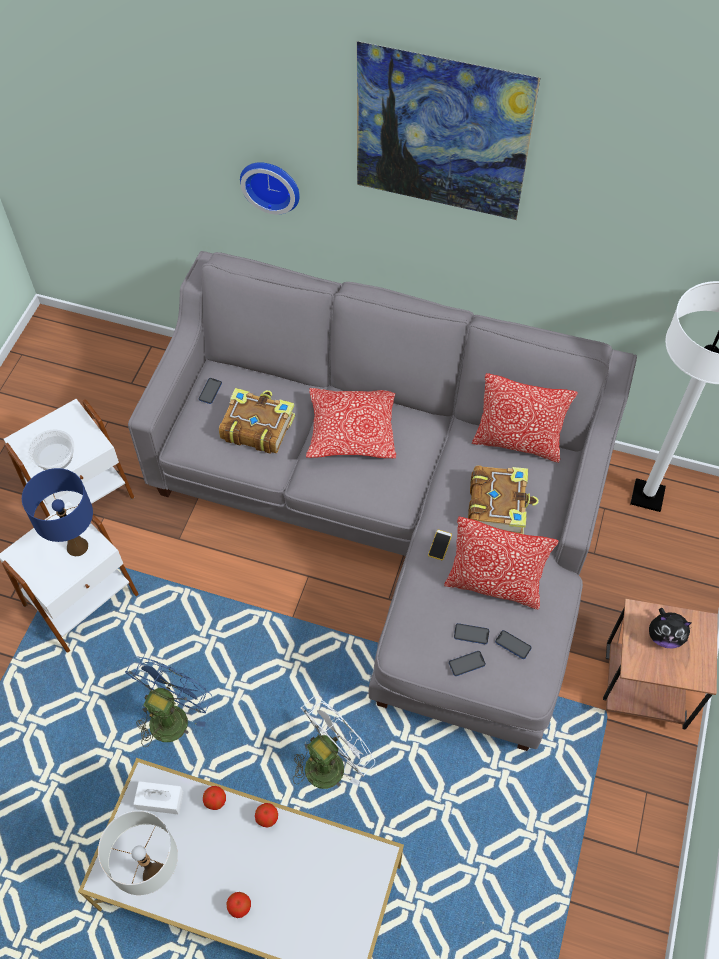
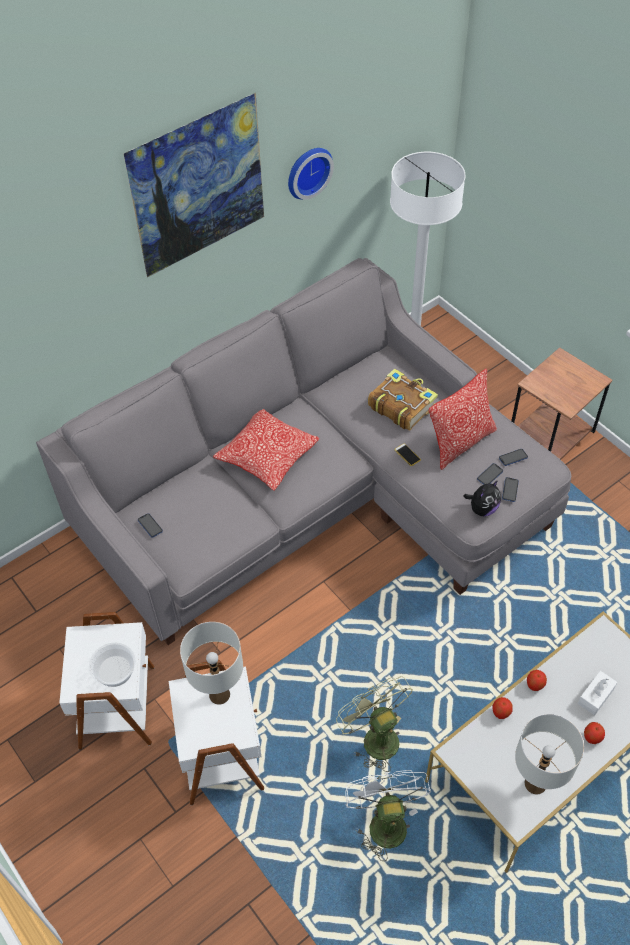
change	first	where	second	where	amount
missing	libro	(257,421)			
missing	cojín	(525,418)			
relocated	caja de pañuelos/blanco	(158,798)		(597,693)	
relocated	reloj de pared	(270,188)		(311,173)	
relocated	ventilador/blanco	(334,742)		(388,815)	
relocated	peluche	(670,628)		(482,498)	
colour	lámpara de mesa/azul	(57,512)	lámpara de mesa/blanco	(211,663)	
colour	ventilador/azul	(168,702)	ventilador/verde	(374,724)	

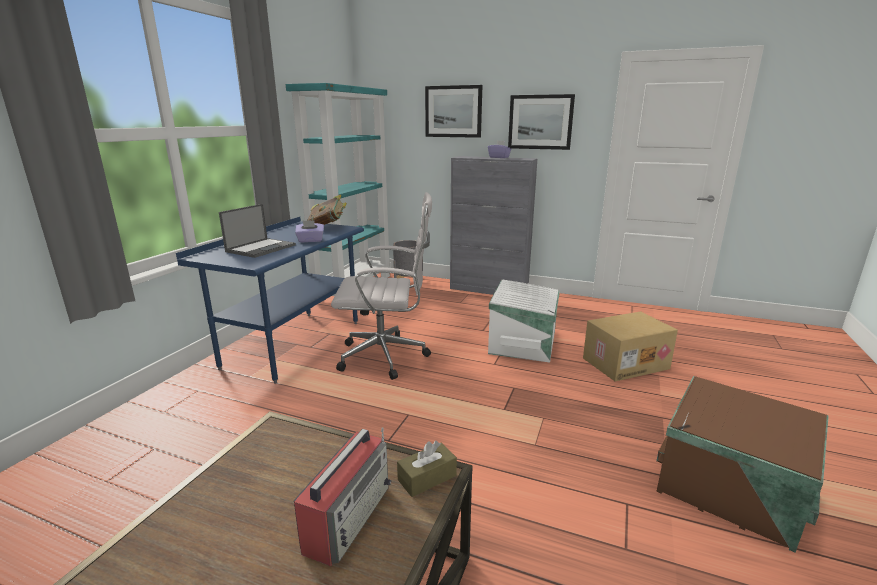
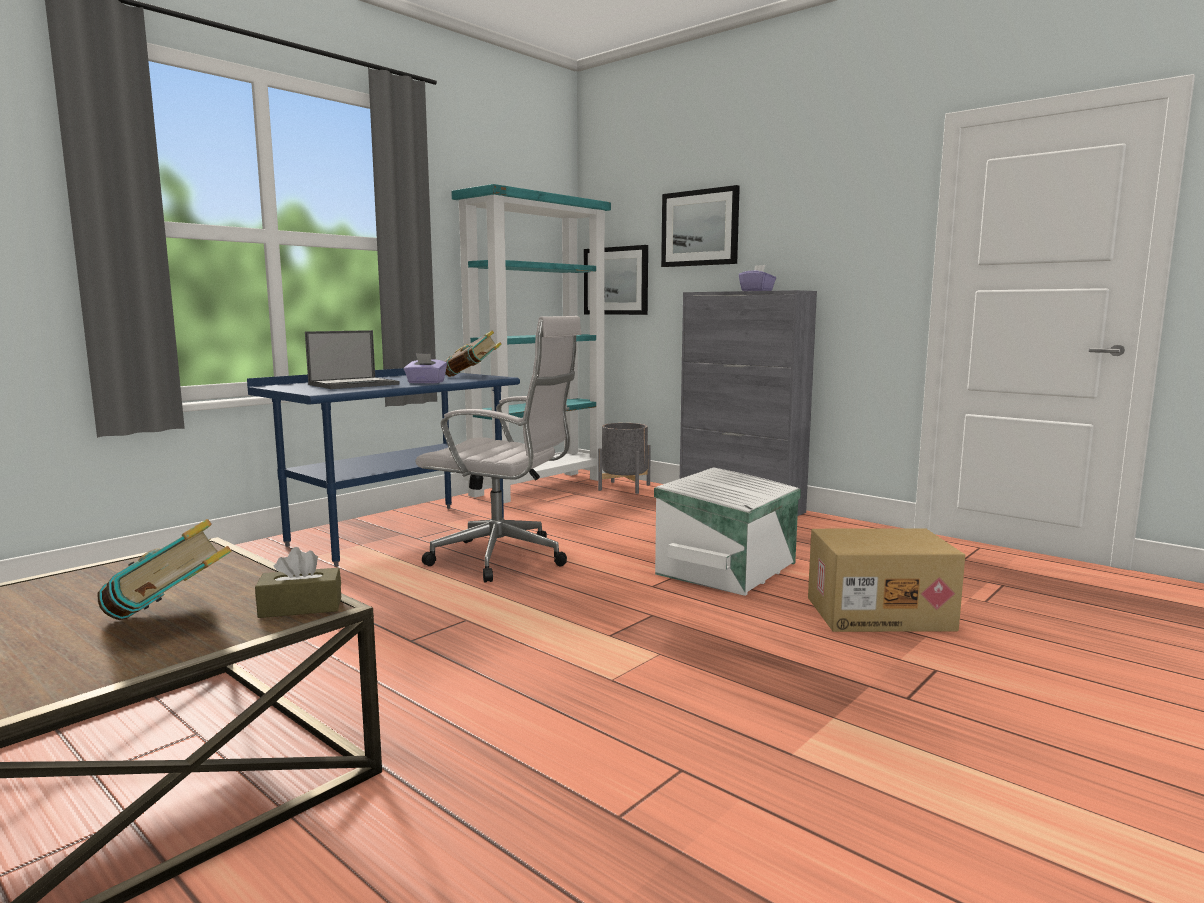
change	first	where	second	where	amount
missing	caja de almacenaje/marrón	(742,464)			
relocated	cuadro	(541,122)		(616,280)	
exchanged	radio	(343,496)	libro	(165,569)	

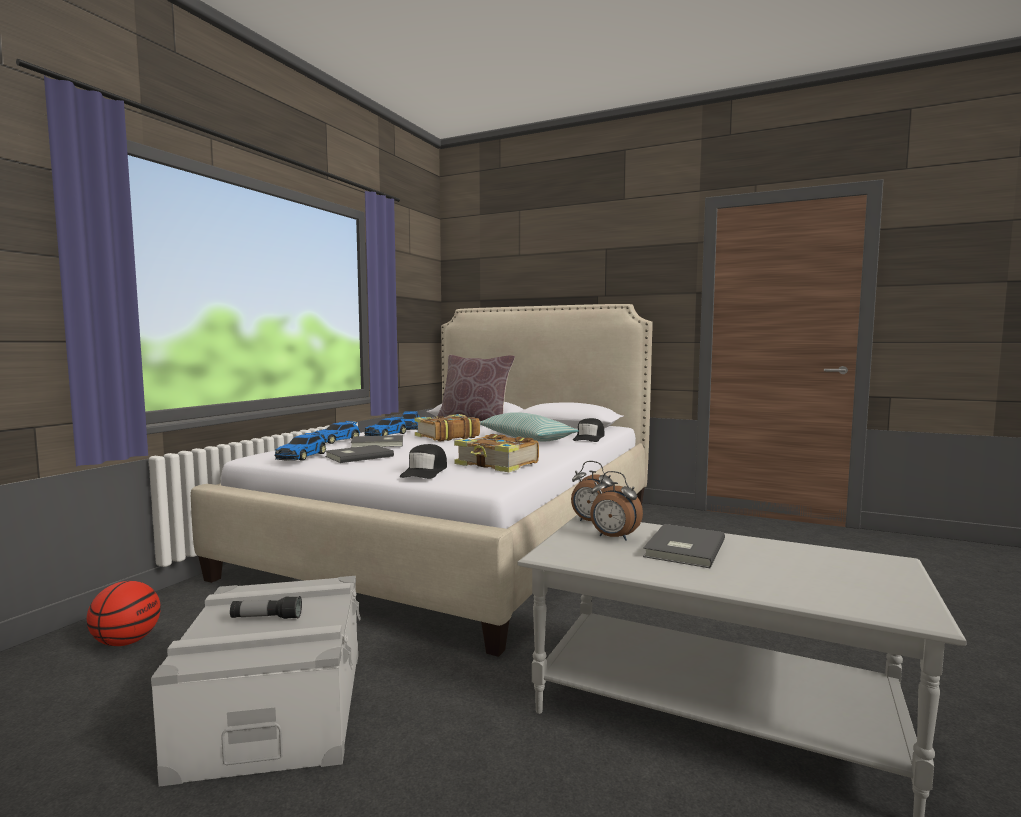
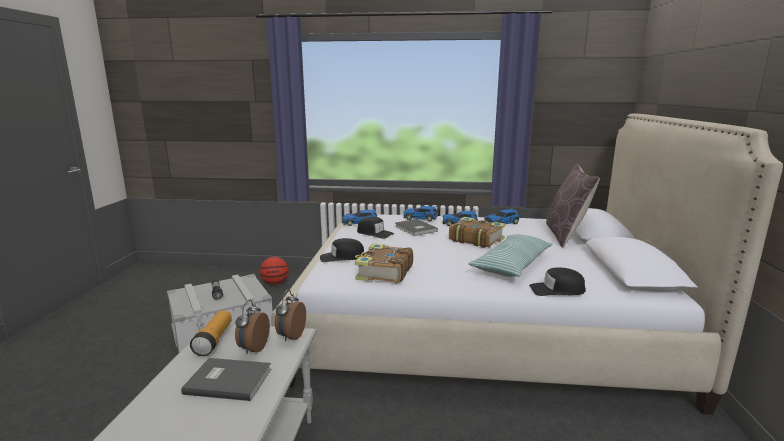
change	first	where	second	where	amount
appeared			linterna	(211,333)	
exchanged	libro/gris	(359,454)	gorra/negro	(375,228)	

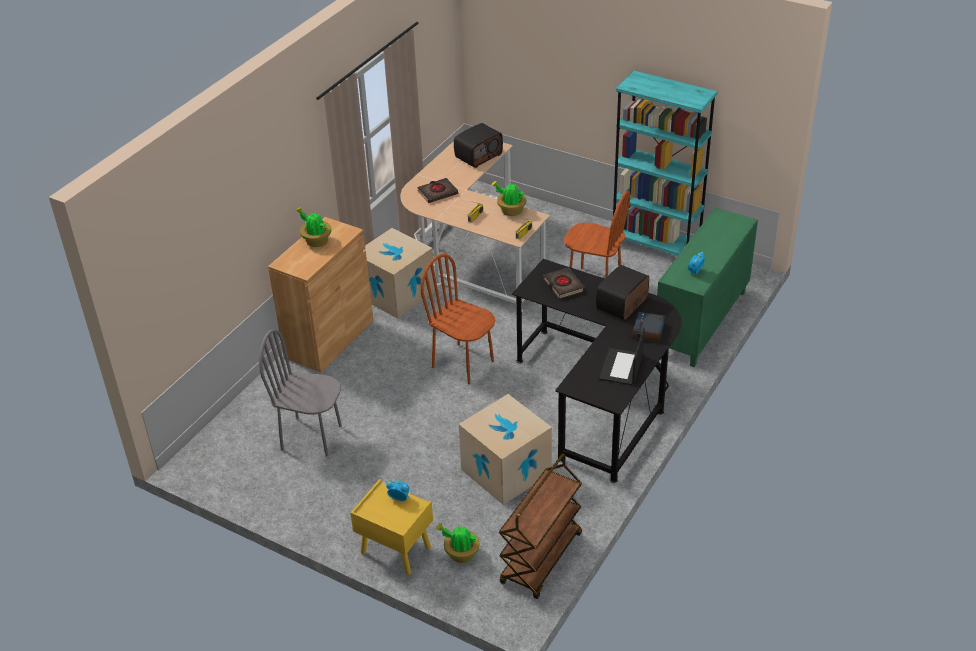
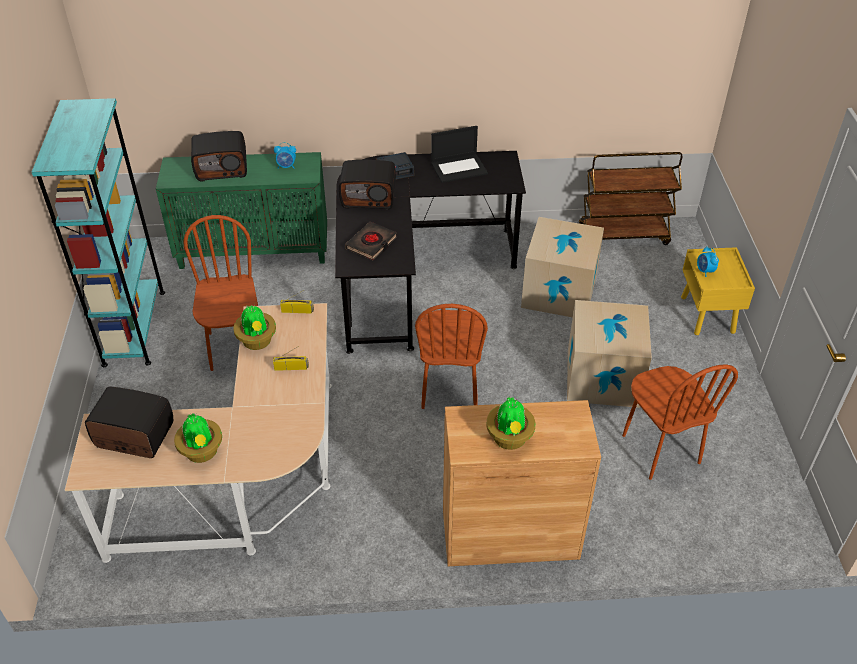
change	first	where	second	where	amount
missing	libro/negro	(437,190)			
appeared			radio	(219,156)	
relocated	caja de cartón	(399,273)		(609,354)	
relocated	planta en maceta	(457,543)		(198,438)	
colour	silla/gris	(300,392)	silla/marrón	(680,422)	

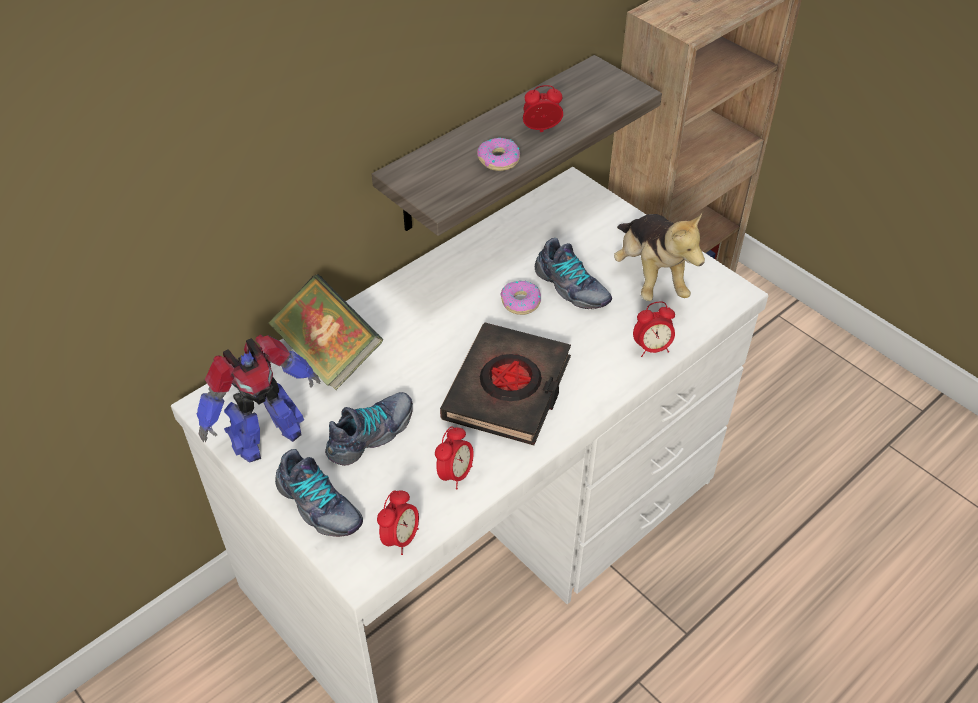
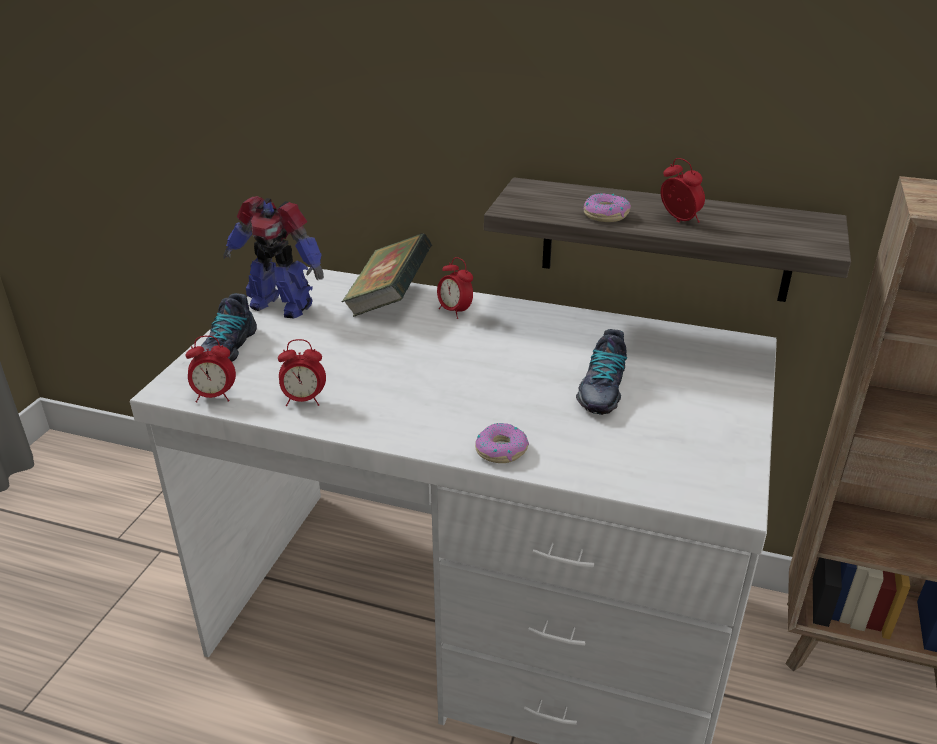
change	first	where	second	where	amount
missing	zapato	(369,429)			
missing	libro/negro	(505,383)			
missing	peluche	(659,257)			
relocated	rosquilla	(521,298)		(502,443)	
relocated	despertador	(654,329)		(455,288)	

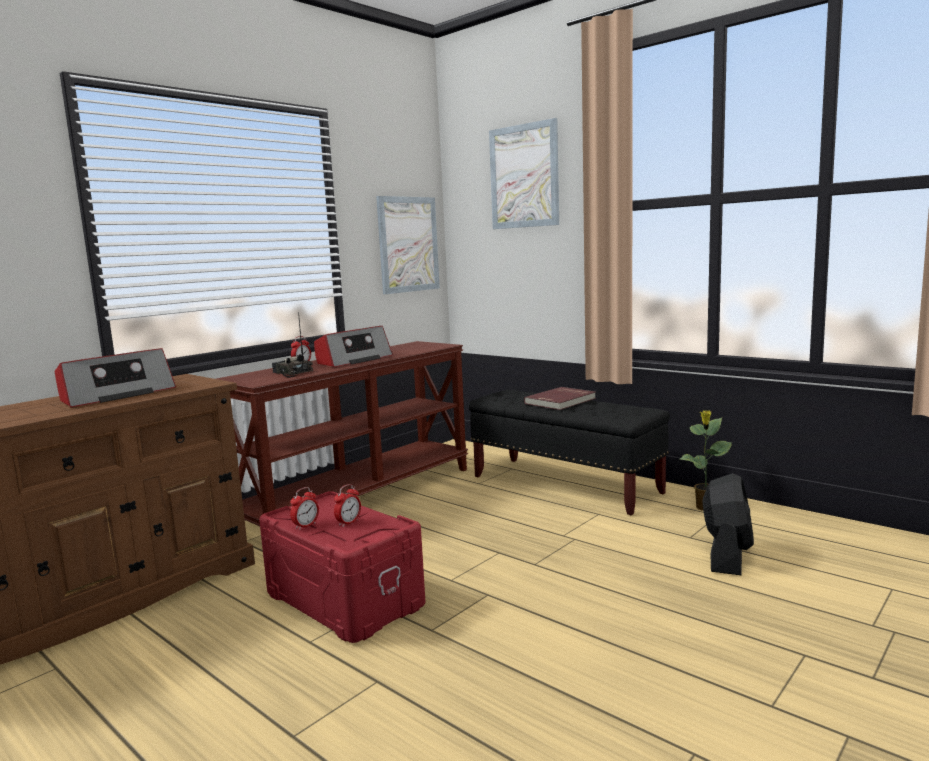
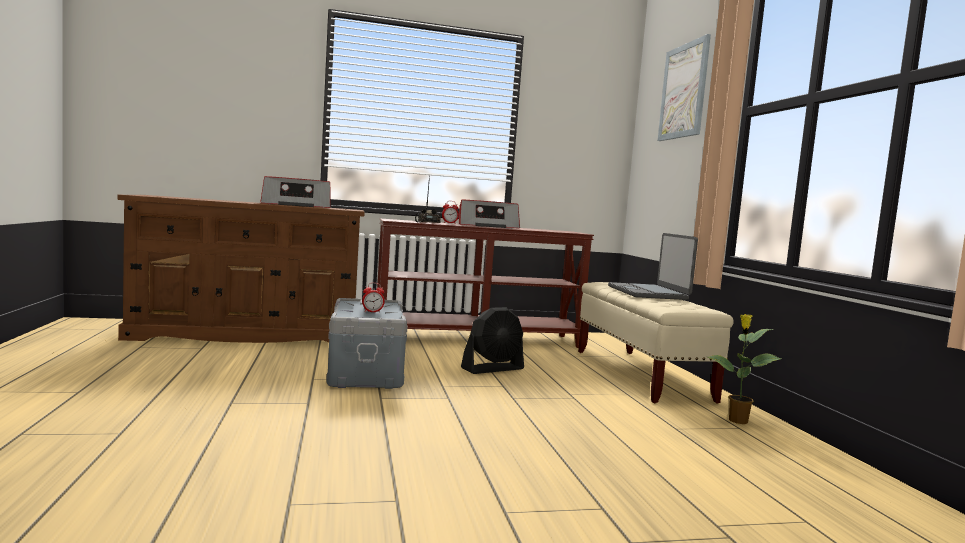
change	first	where	second	where	amount
missing	despertador	(304,508)			
missing	cuadro	(408,245)			
relocated	ventilador/negro	(728,524)		(492,340)	
exchanged	libro/rojo	(560,398)	portátil	(653,266)	
colour	caja de almacenaje/rojo	(342,567)	caja de almacenaje/gris	(367,343)	
colour	banco/negro	(569,452)	banco/beis	(656,343)	

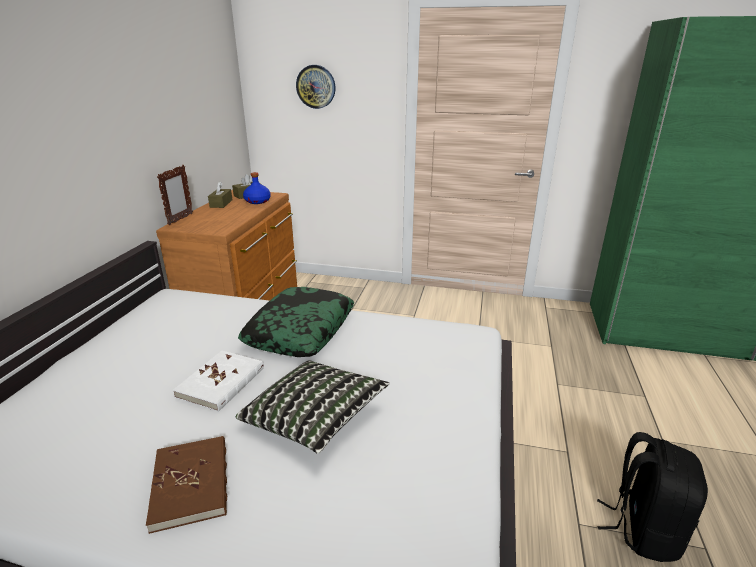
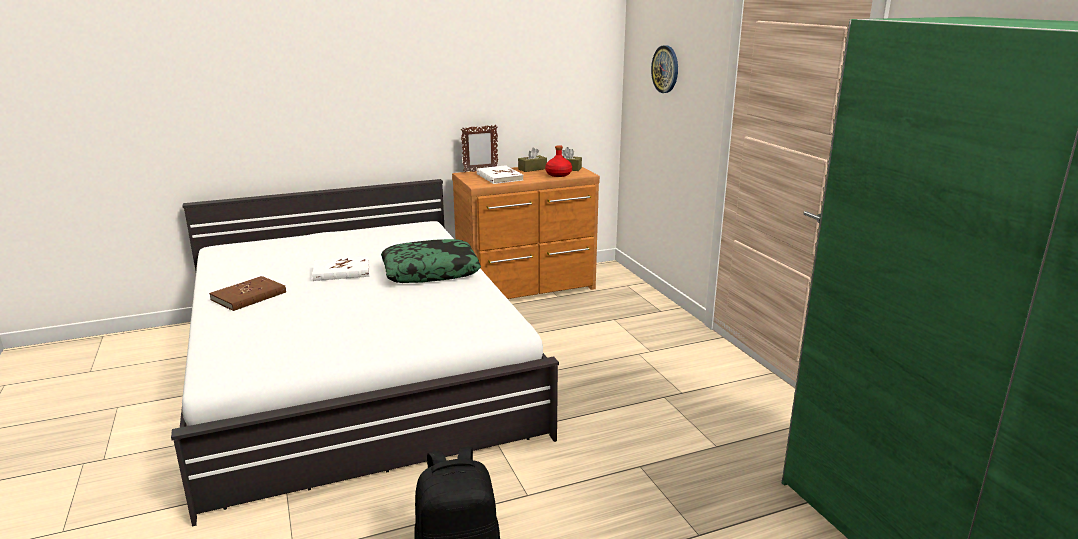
change	first	where	second	where	amount
missing	cojín	(313,407)			
appeared			libro/blanco	(499,174)	
colour	botella/azul	(257,188)	botella/rojo	(558,161)	

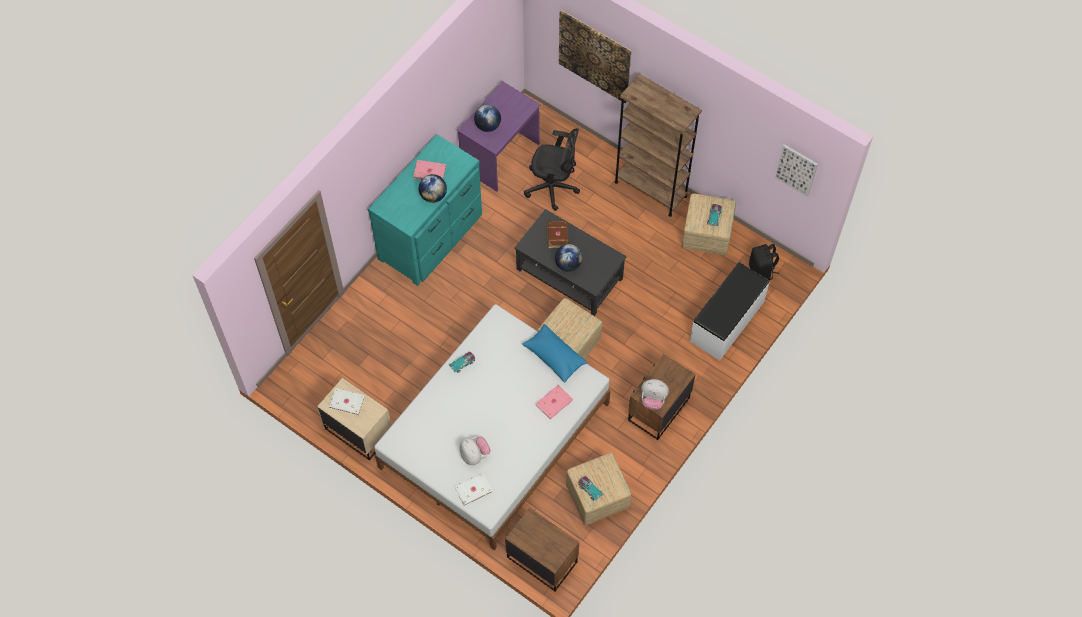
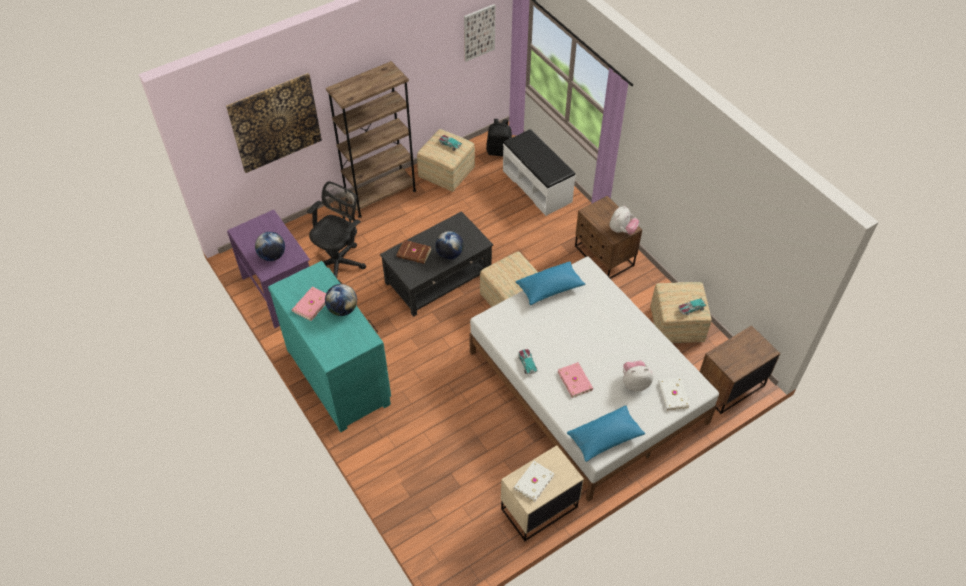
change	first	where	second	where	amount
appeared			cojín/azul	(606,433)	
relocated	libro/rosa	(554,402)		(575,380)	

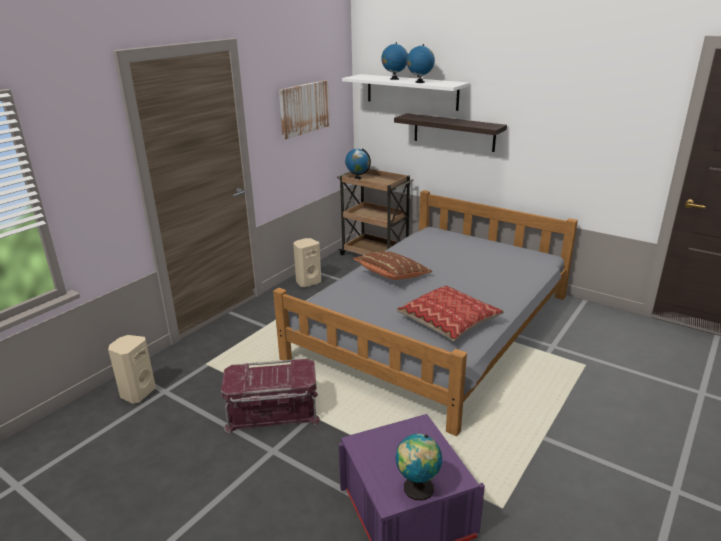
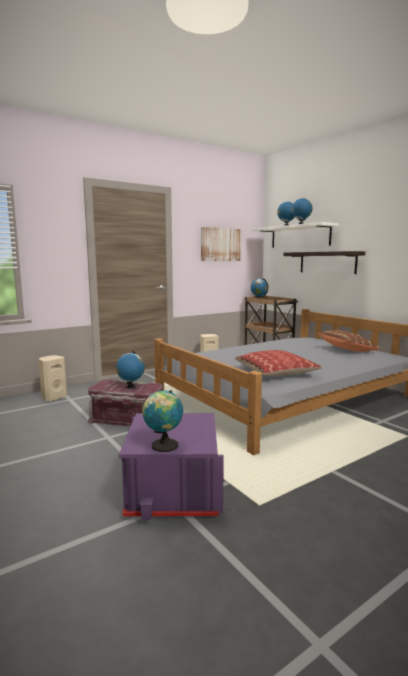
change	first	where	second	where	amount
appeared			globo terráqueo	(130,370)	
relocated	cojín/marrón	(392,265)		(349,341)	

